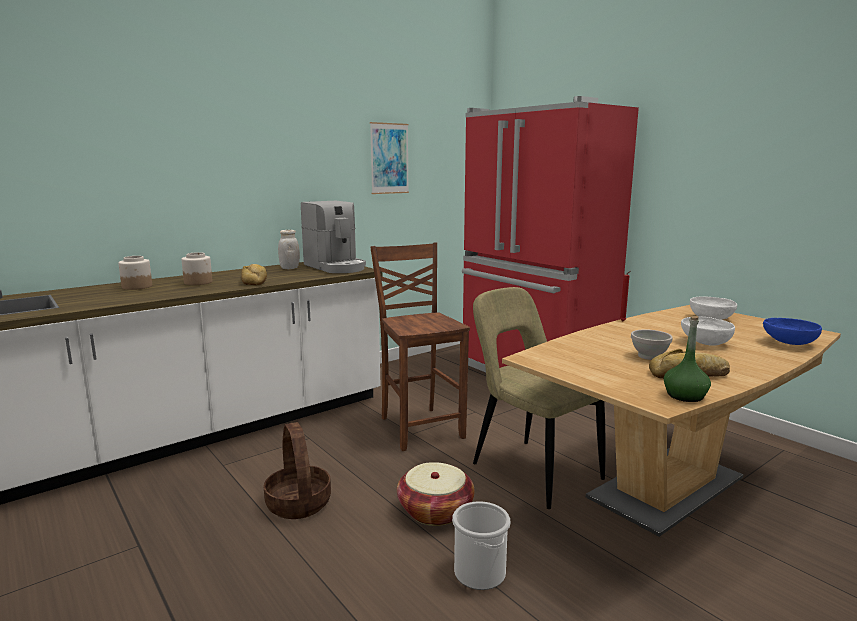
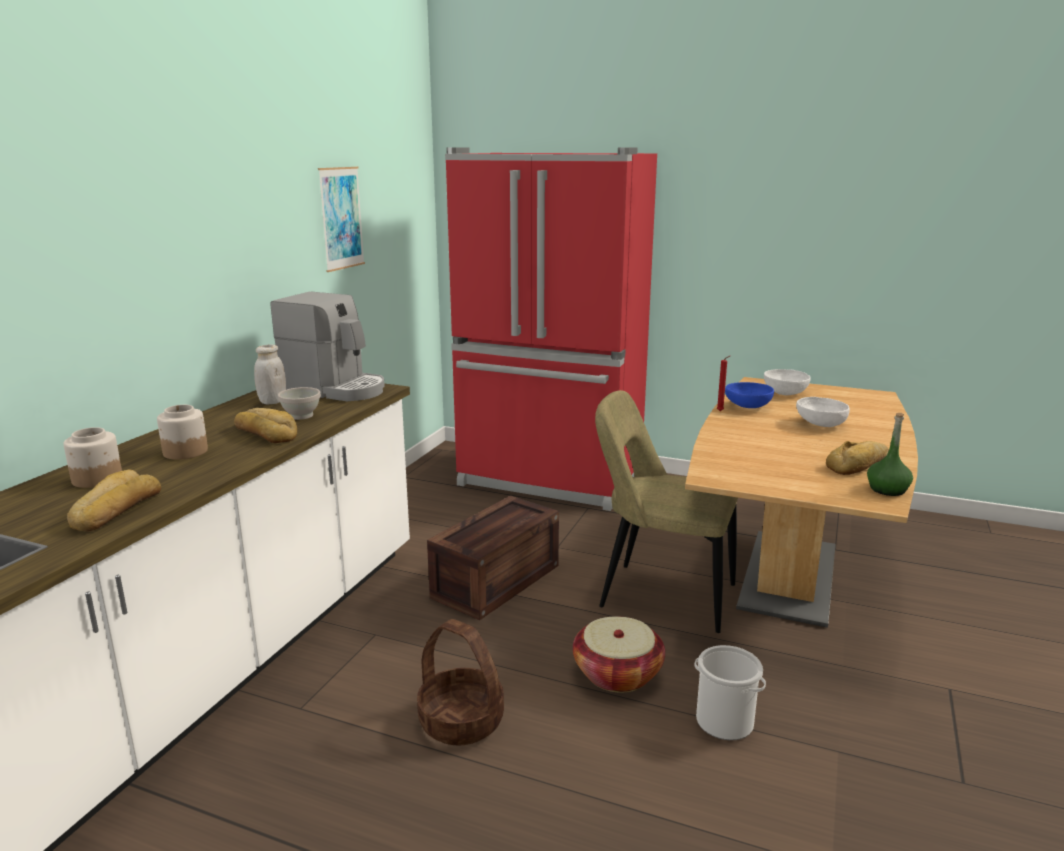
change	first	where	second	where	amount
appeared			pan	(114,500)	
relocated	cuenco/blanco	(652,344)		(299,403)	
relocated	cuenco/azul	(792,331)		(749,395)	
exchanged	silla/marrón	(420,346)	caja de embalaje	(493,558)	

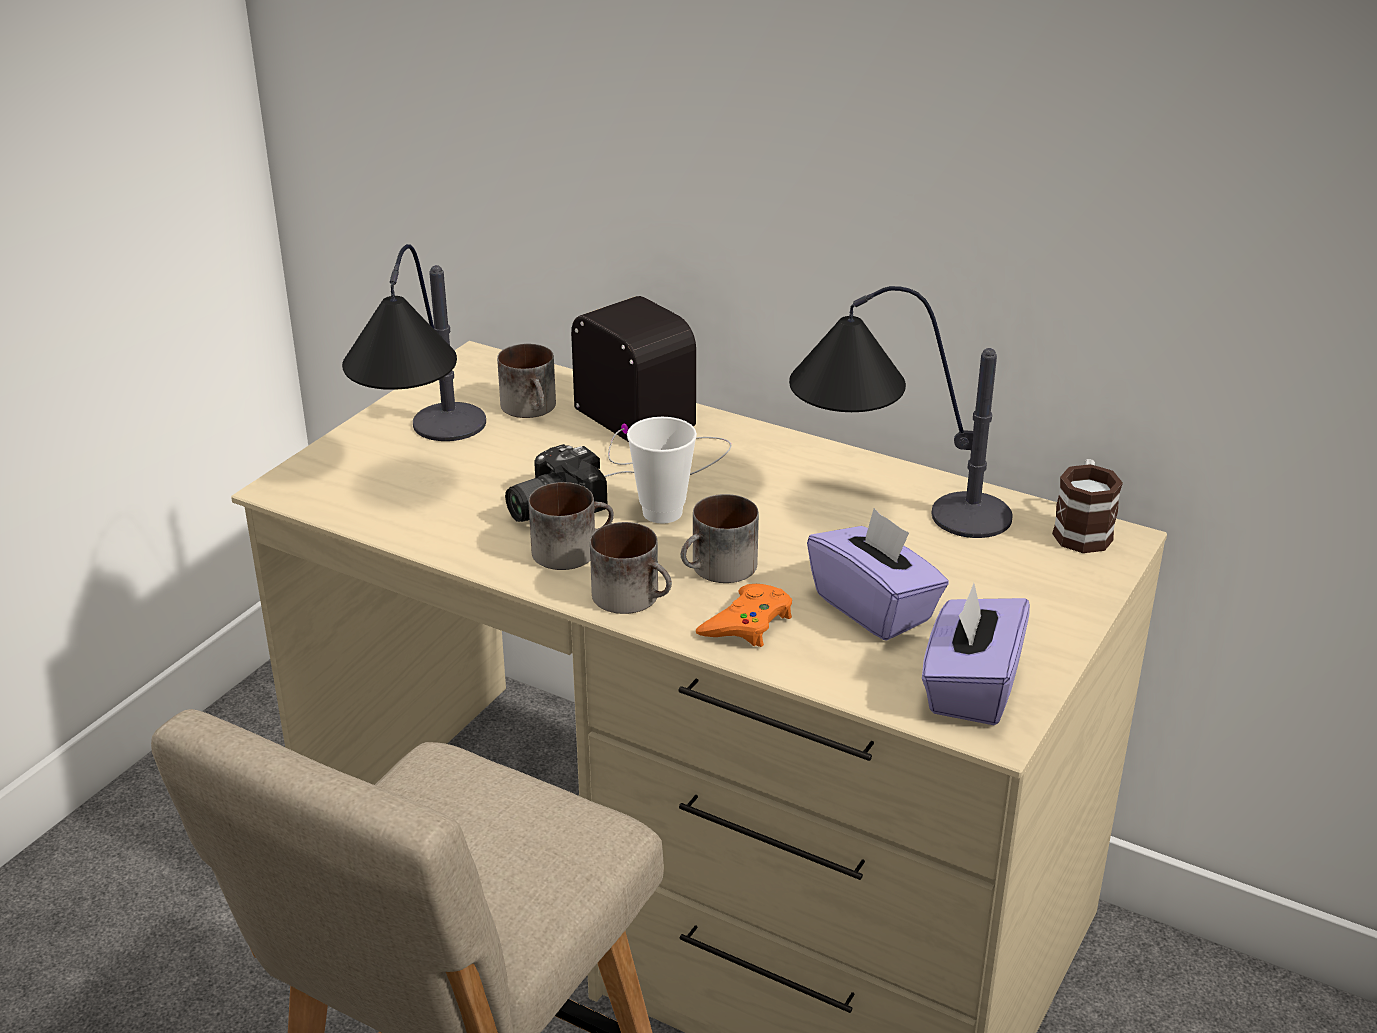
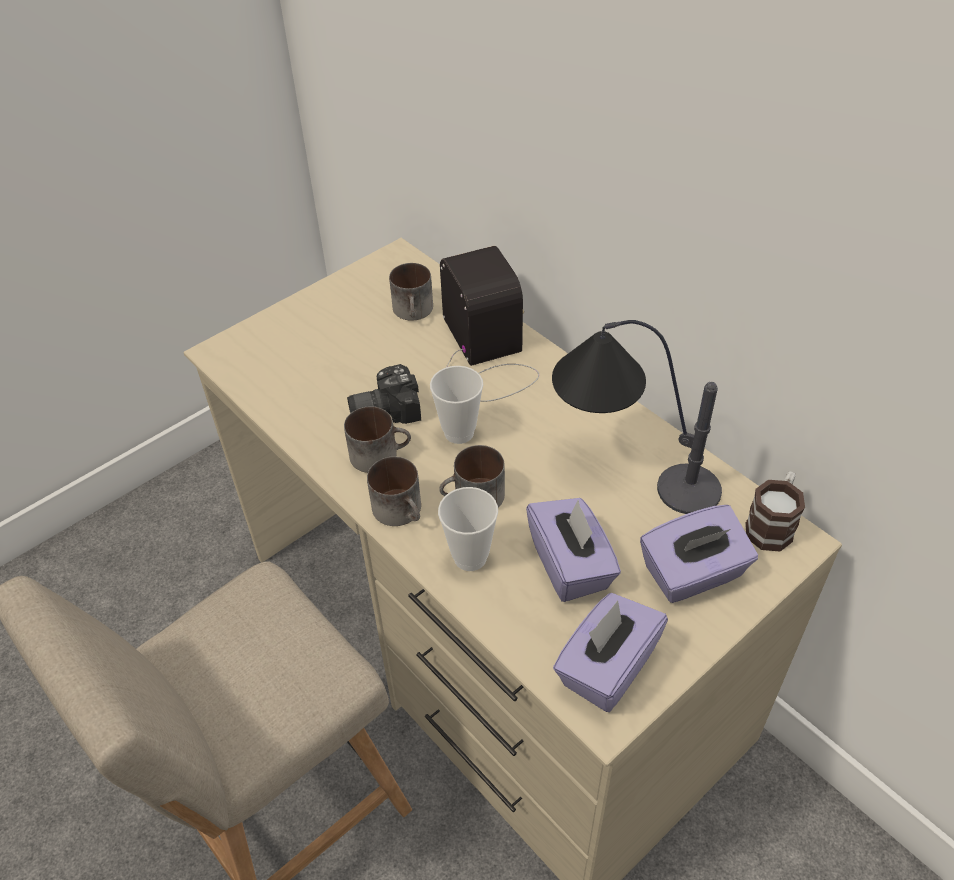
change	first	where	second	where	amount
missing	lámpara de mesa	(414,342)			
appeared			caja de pañuelos/morado	(699,554)	
exchanged	mando de consola/naranja	(744,615)	taza	(468,529)	

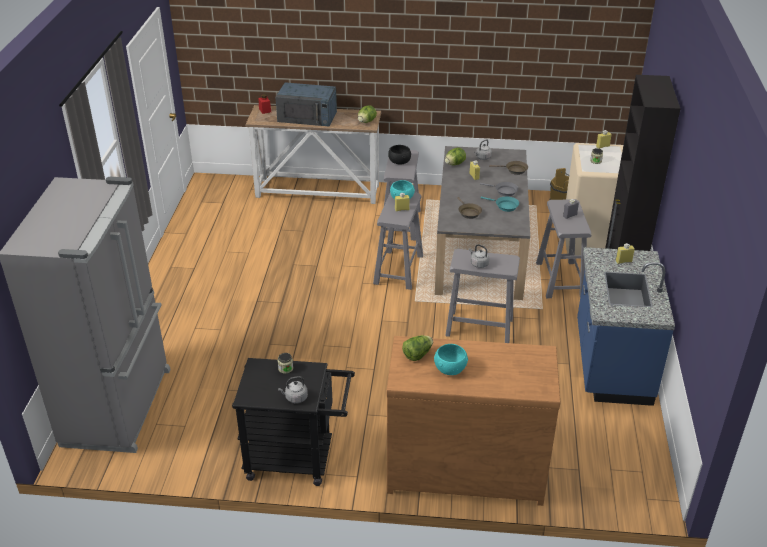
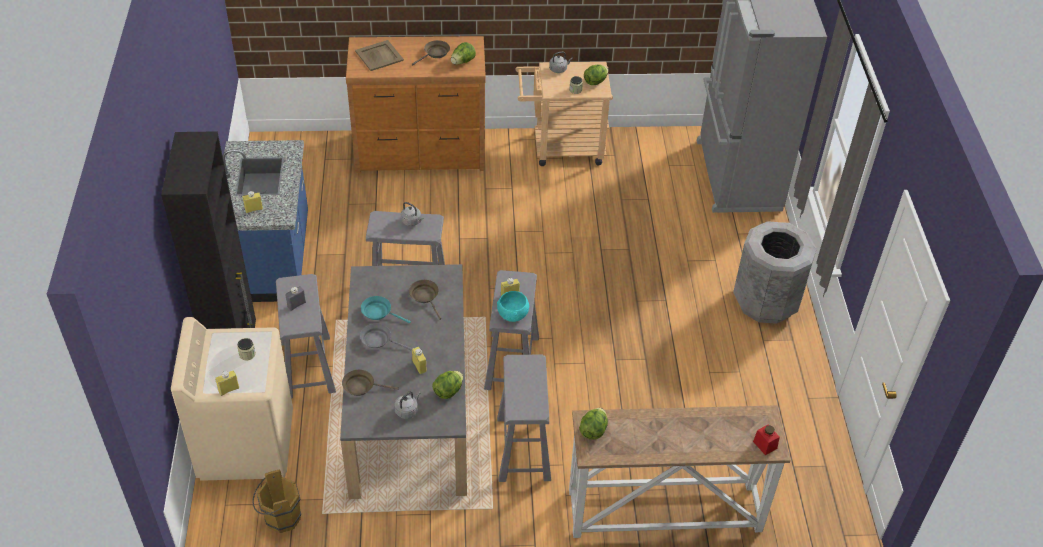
change	first	where	second	where	amount
missing	microondas/azul	(306,104)			
missing	cuenco/negro	(399,154)			
appeared			bandeja/beis	(379,55)	
appeared			lechuga	(596,74)	
appeared			papelera/gris	(775,272)	
exchanged	cuenco/turquesa	(451,359)	sartén/marrón	(431,52)	
colour	carrito/negro	(293,422)	carrito/beis	(564,114)	

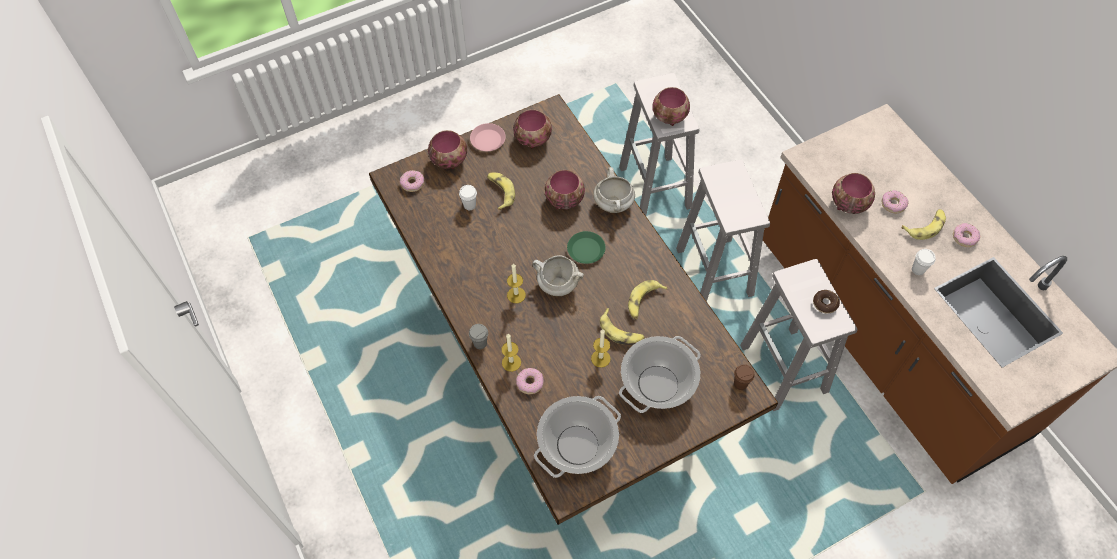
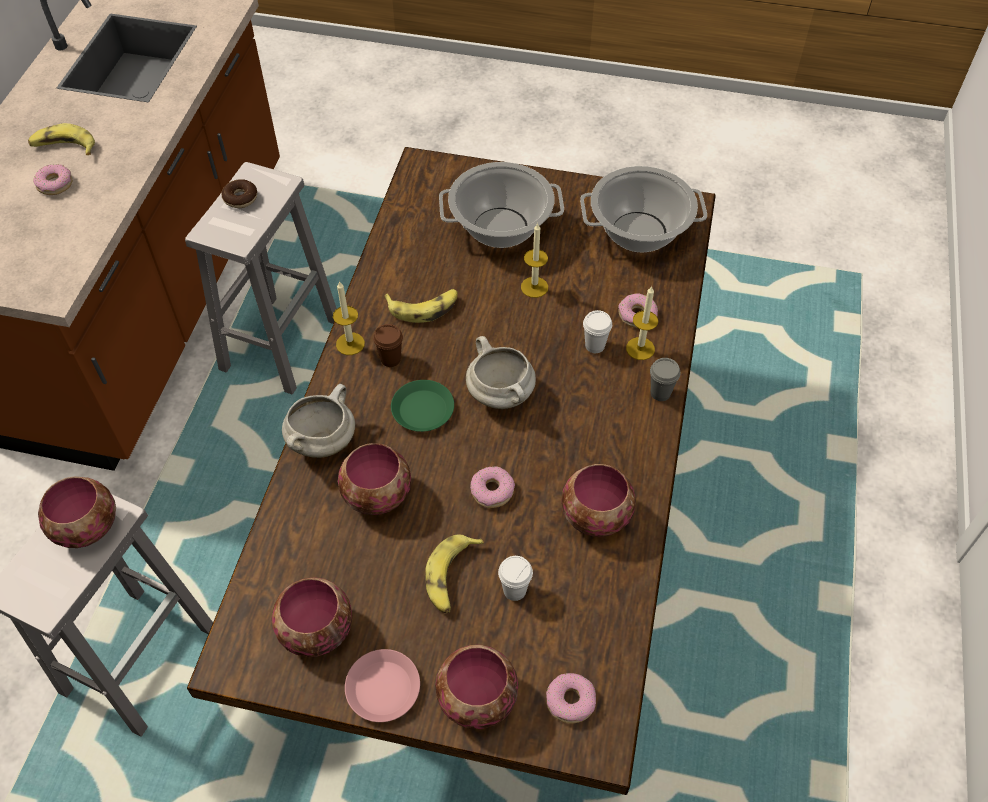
change	first	where	second	where	amount
missing	plátano	(622,326)			
missing	taburete/blanco	(723,231)			
relocated	vela	(516,283)		(349,318)	
relocated	taza/marrón	(744,377)		(388,345)	
relocated	cuenco	(853,193)		(598,500)	
relocated	taza/blanco	(924,262)		(597,331)	
relocated	rosquilla	(966,235)		(492,487)	

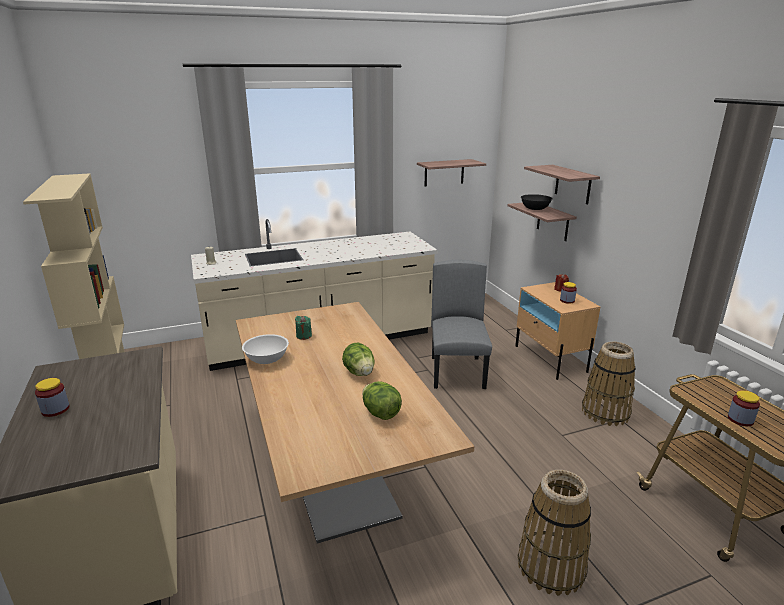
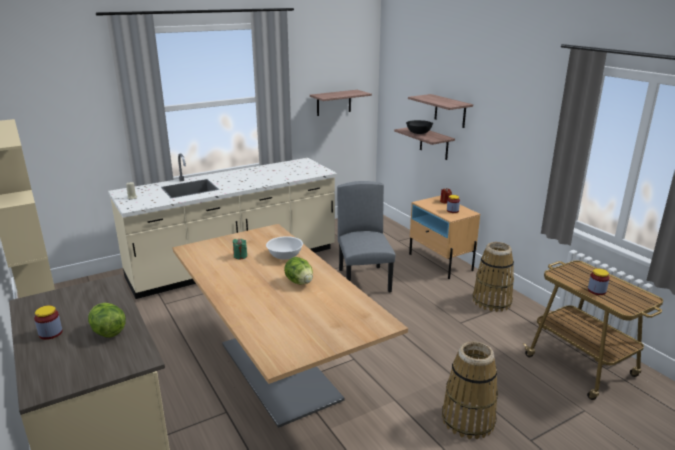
change	first	where	second	where	amount
relocated	cuenco/blanco	(265,349)		(284,248)	
relocated	lechuga	(382,400)		(107,320)	

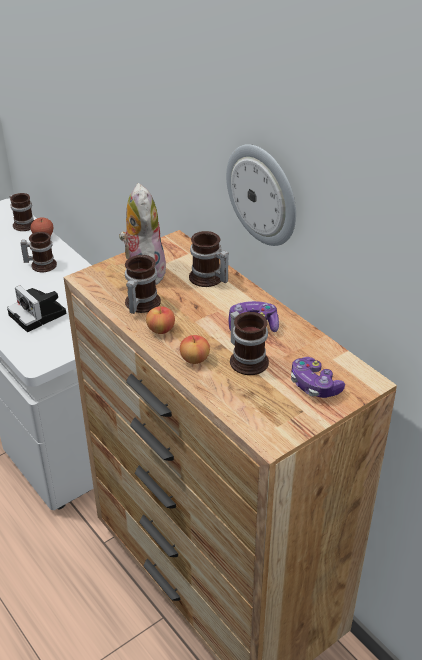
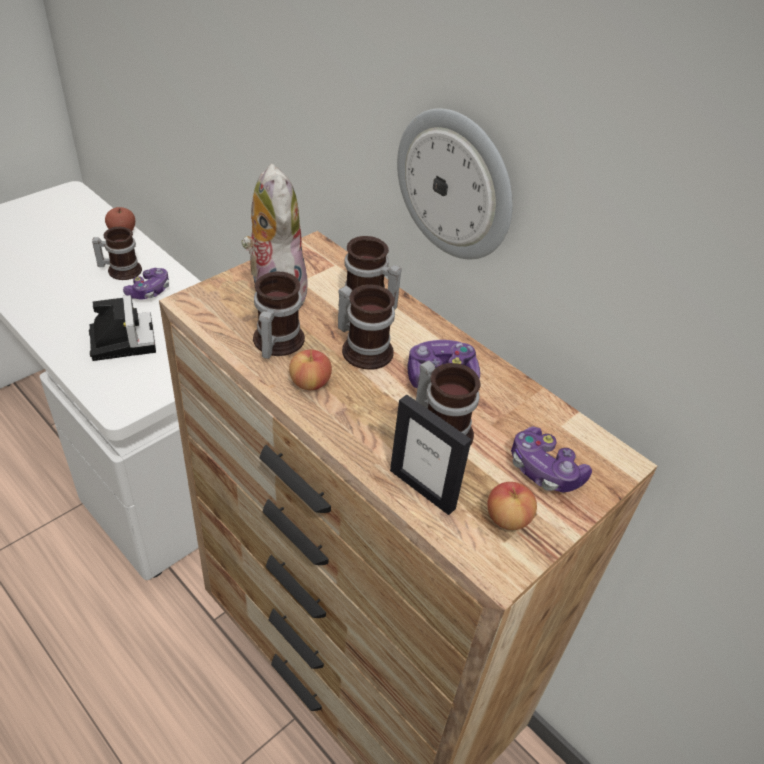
change	first	where	second	where	amount
appeared			mando de consola	(146,284)	
appeared			portarretratos	(431,455)	
relocated	taza grande	(21,212)		(366,327)	
relocated	manzana	(195,349)		(512,506)	
spun	cámara	(36,308)		(122,328)	150 degrees counterclockwise

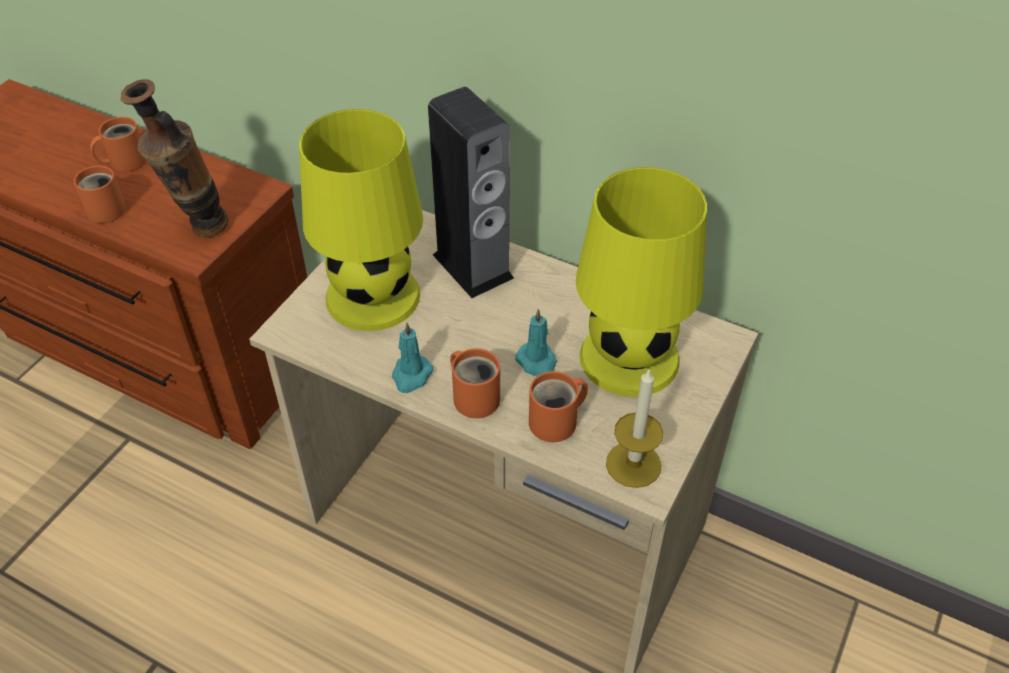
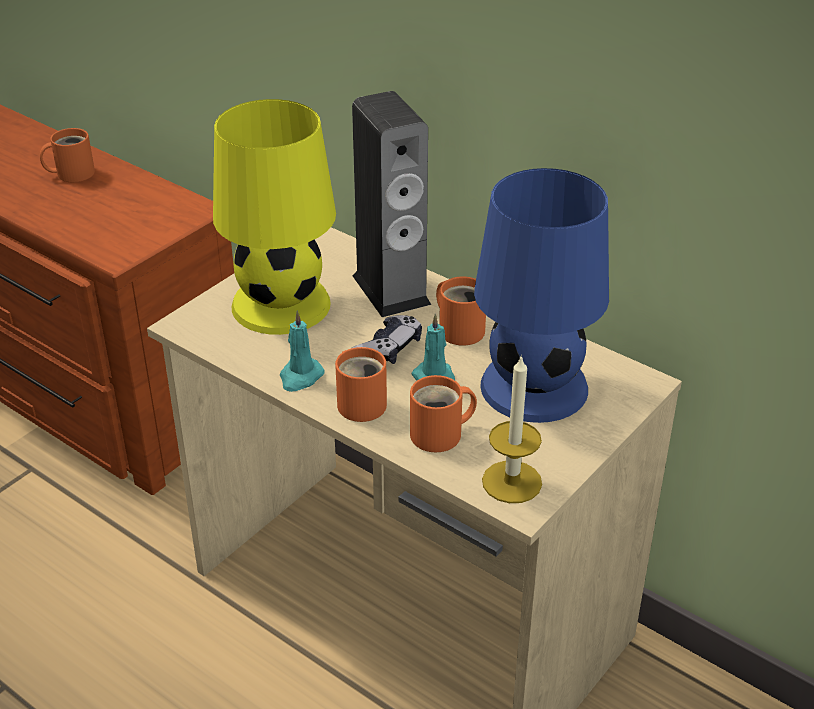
change	first	where	second	where	amount
missing	florero	(175,158)			
appeared			mando de consola	(387,339)	
relocated	taza grande/naranja	(100,194)		(461,311)	
colour	lámpara de mesa/amarillo	(641,282)	lámpara de mesa/azul	(541,295)	

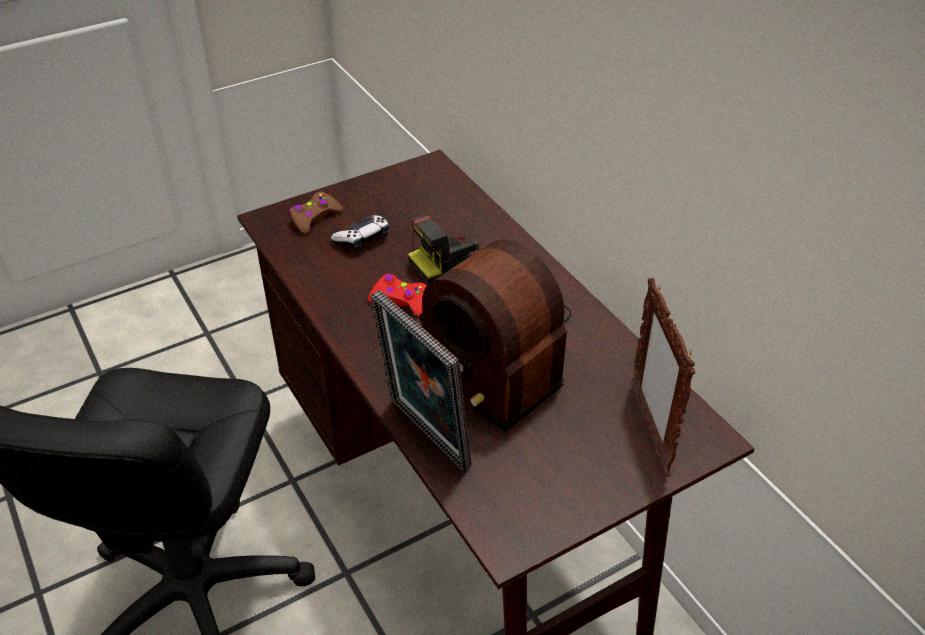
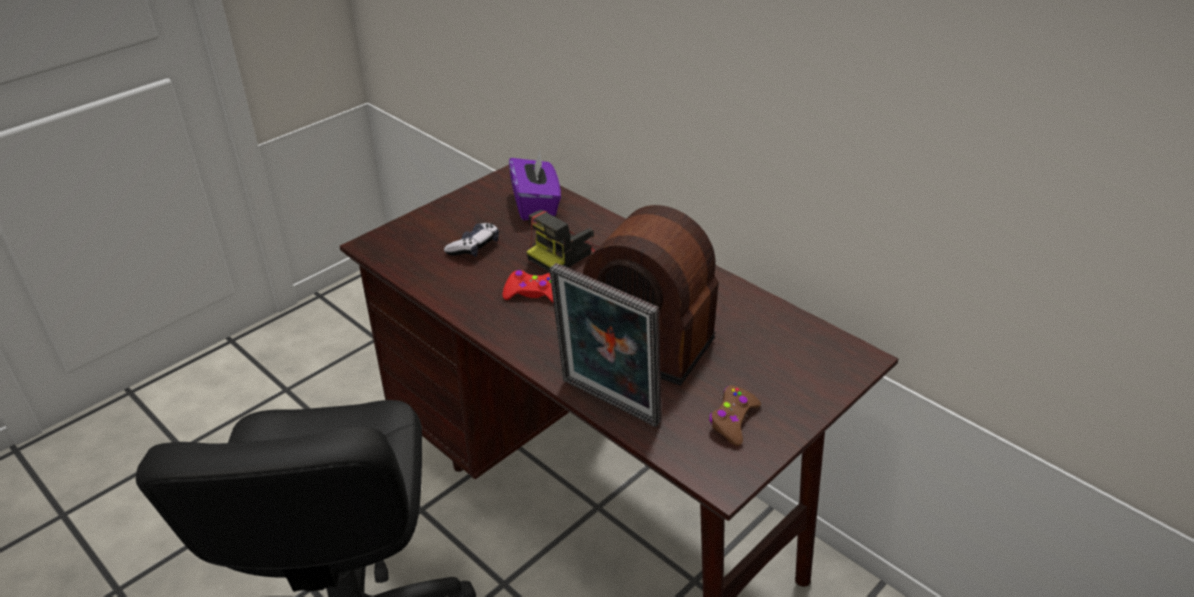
change	first	where	second	where	amount
missing	portarretratos	(663,377)			
appeared			caja de pañuelos/morado	(535,185)	
relocated	mando de consola/marrón	(316,213)		(735,415)	

